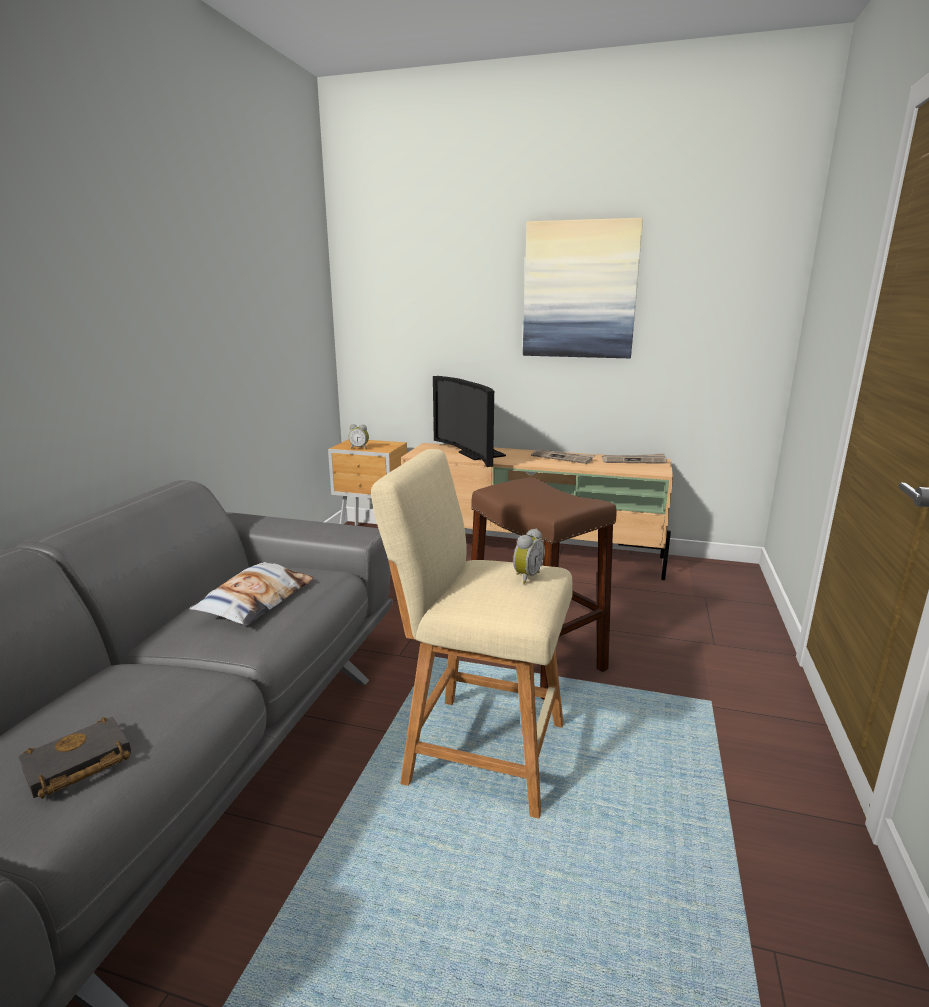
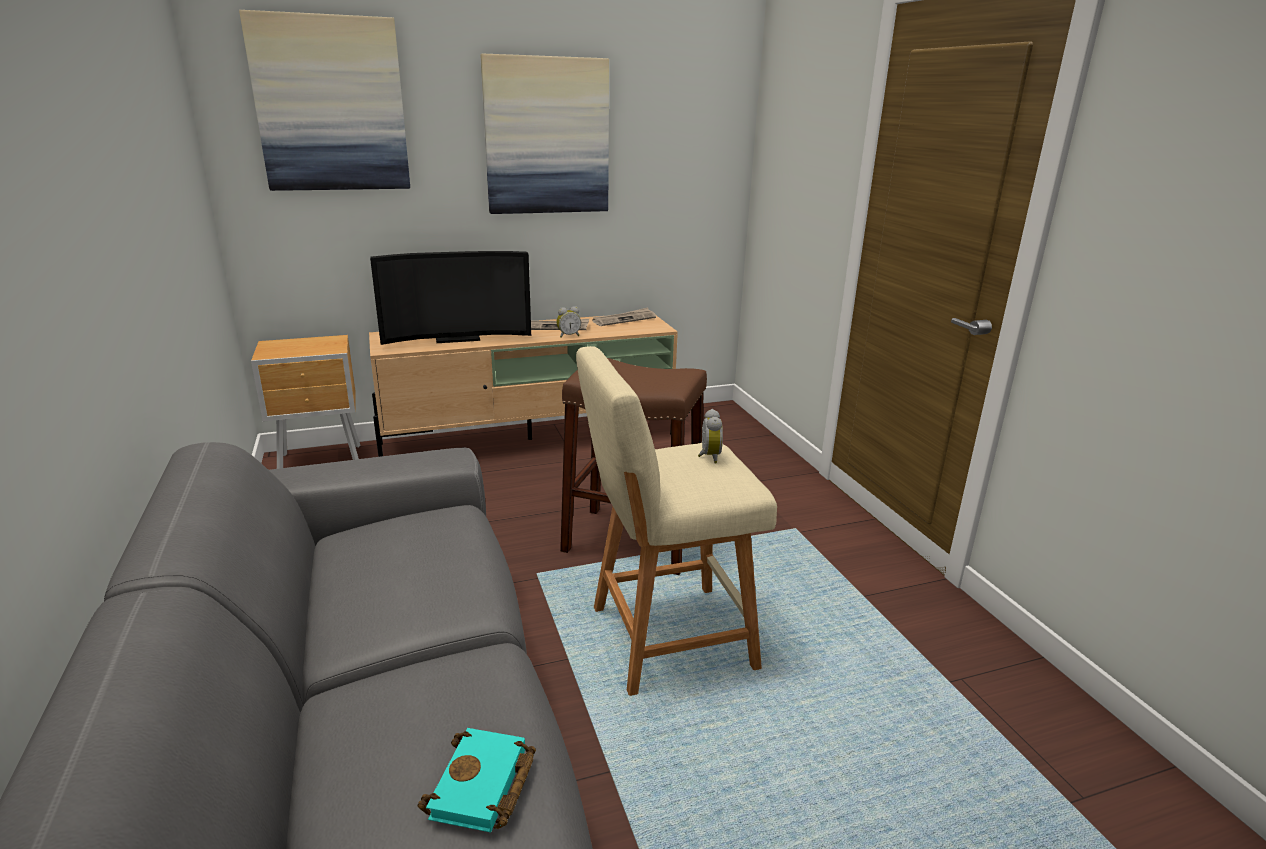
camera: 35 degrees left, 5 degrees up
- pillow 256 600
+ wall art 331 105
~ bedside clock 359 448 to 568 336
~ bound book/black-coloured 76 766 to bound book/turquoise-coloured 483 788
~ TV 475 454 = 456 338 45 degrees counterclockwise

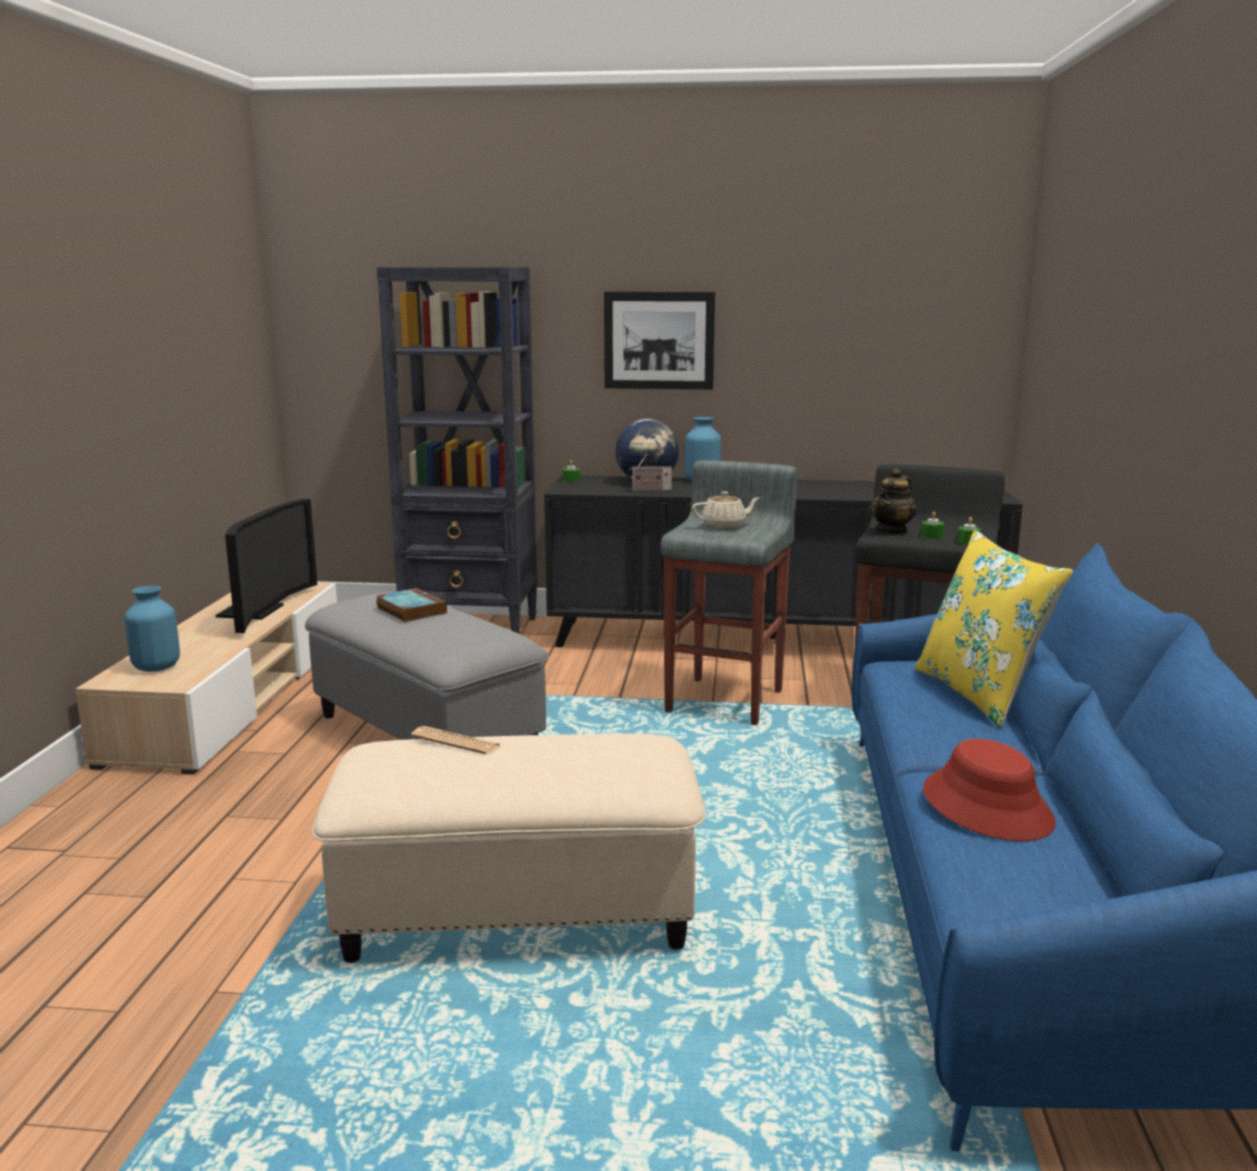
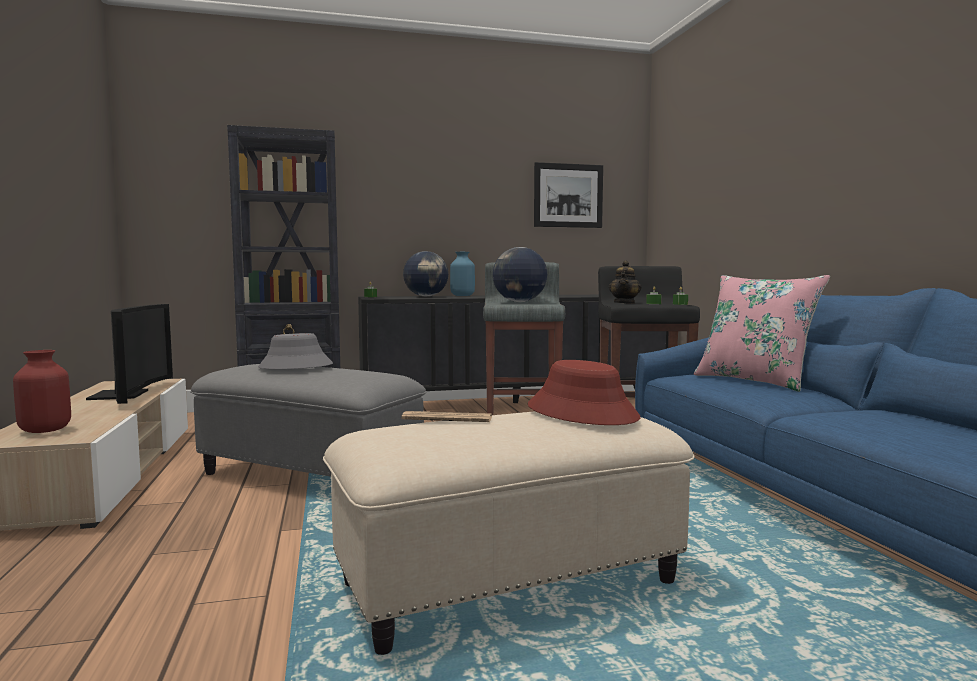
camera: 20 degrees left, 10 degrees down
- radio receiver 649 490
~ wall art 659 340 to 568 195
~ wearable hat/red 987 807 to 582 412
~ bound book 410 610 to wearable hat/gray 295 367
~ tea pot/sand-coloured 725 525 to globe 519 302
~ vase/bluish 156 667 to vase/red 44 430
~ pillow/yellow 980 694 to pillow/pink-coloured 754 381

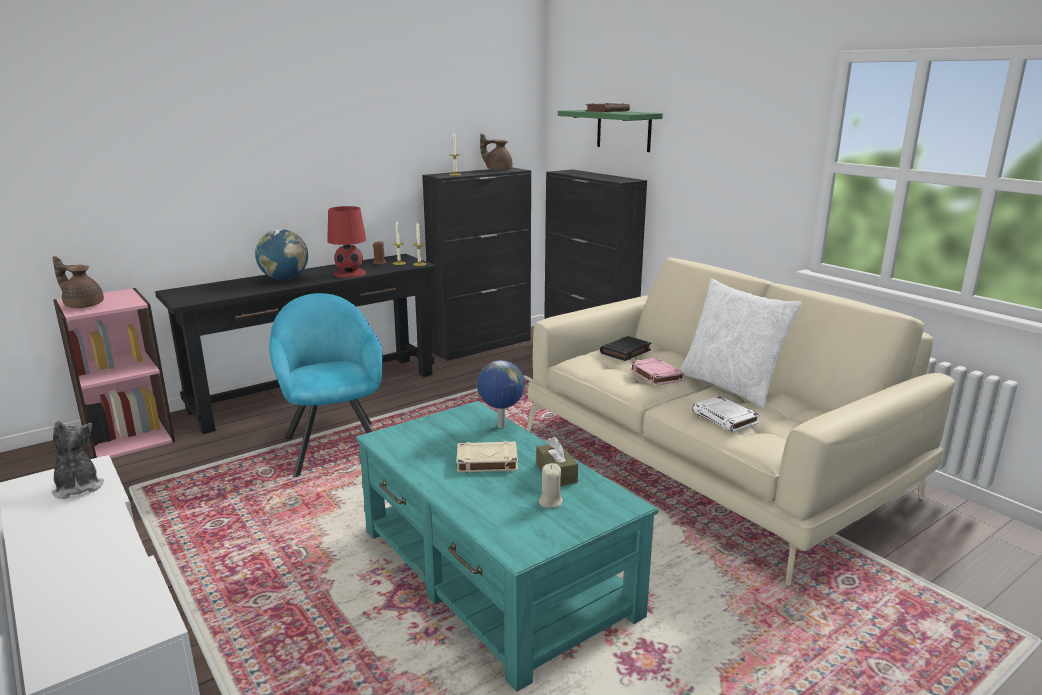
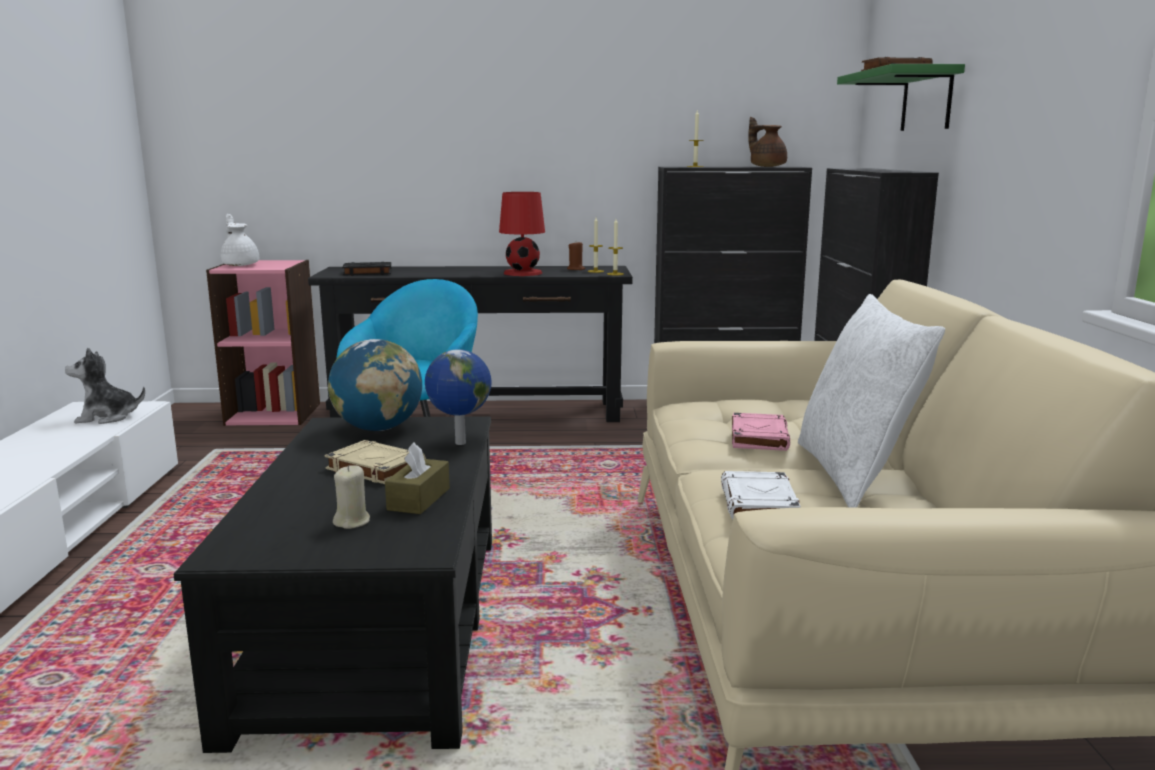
camera: 35 degrees right, 5 degrees down
~ globe 284 279 to 378 428
~ bound book/black-coloured 625 352 to 367 273
~ tea pot/brown 83 305 to tea pot/whitish 240 265
~ lounge table/turquoise-coloured 494 573 to lounge table/black-coloured 375 628
~ cuddly toy 78 487 = 107 417 105 degrees counterclockwise

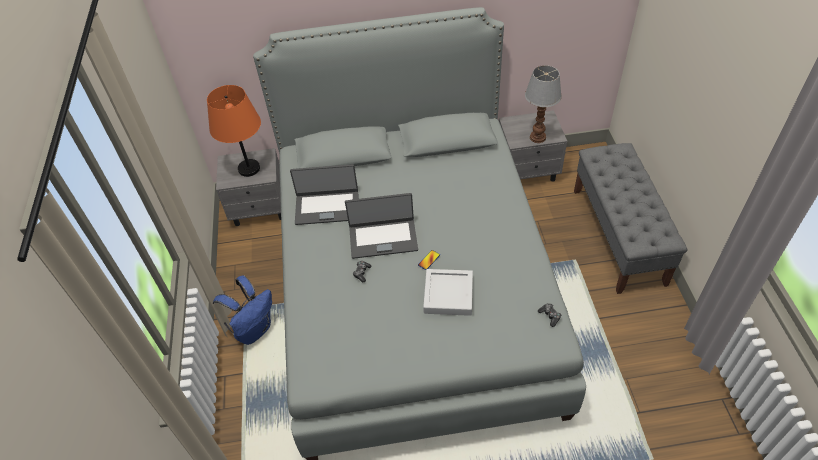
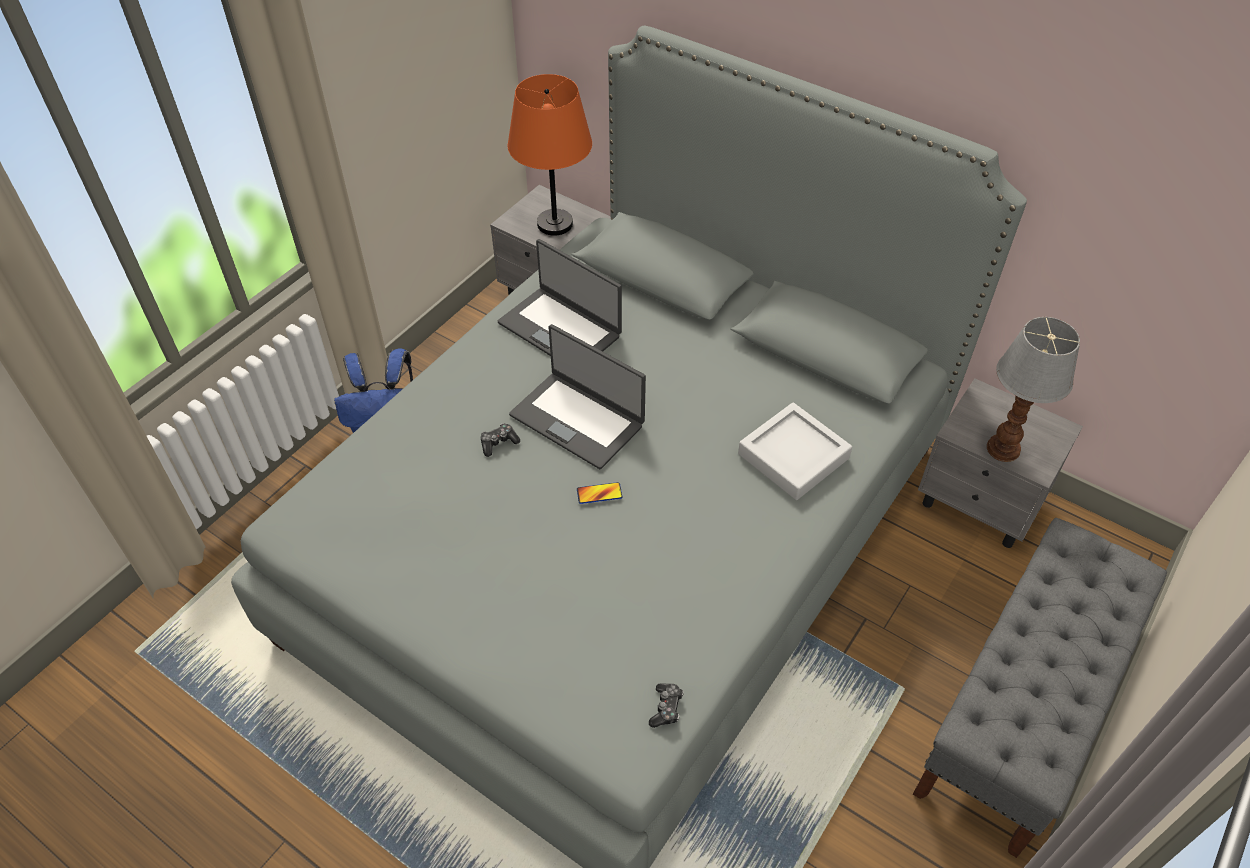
camera: 40 degrees right, 0 degrees up
~ tray/gray 448 295 to 793 456

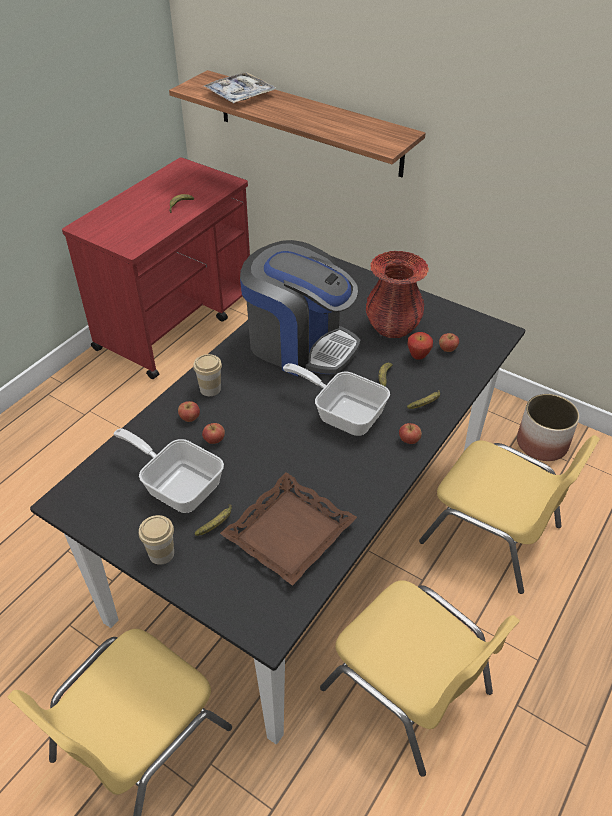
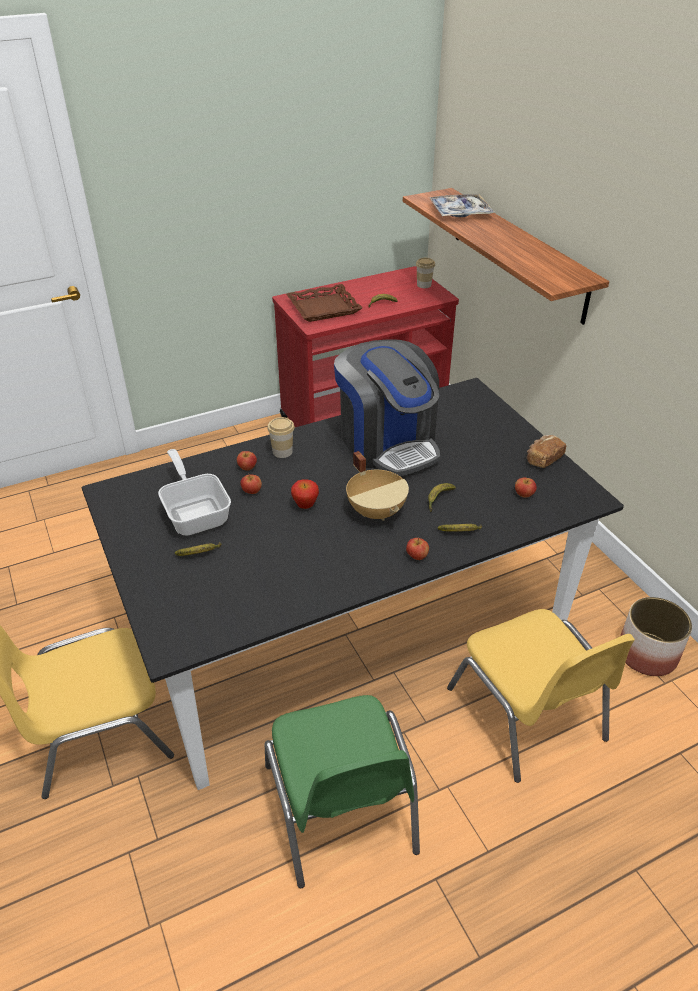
camera: 30 degrees right, 5 degrees down
- vase/red 393 327
+ baked bread 543 459
~ cup 161 553 to 424 285
~ tray/brown 289 534 to 324 308
~ whole apple 418 357 to 305 506
~ skillet 343 413 to stockpot/sand-coloured 377 511
~ chair/yellow 409 691 to chair/greenish 341 810

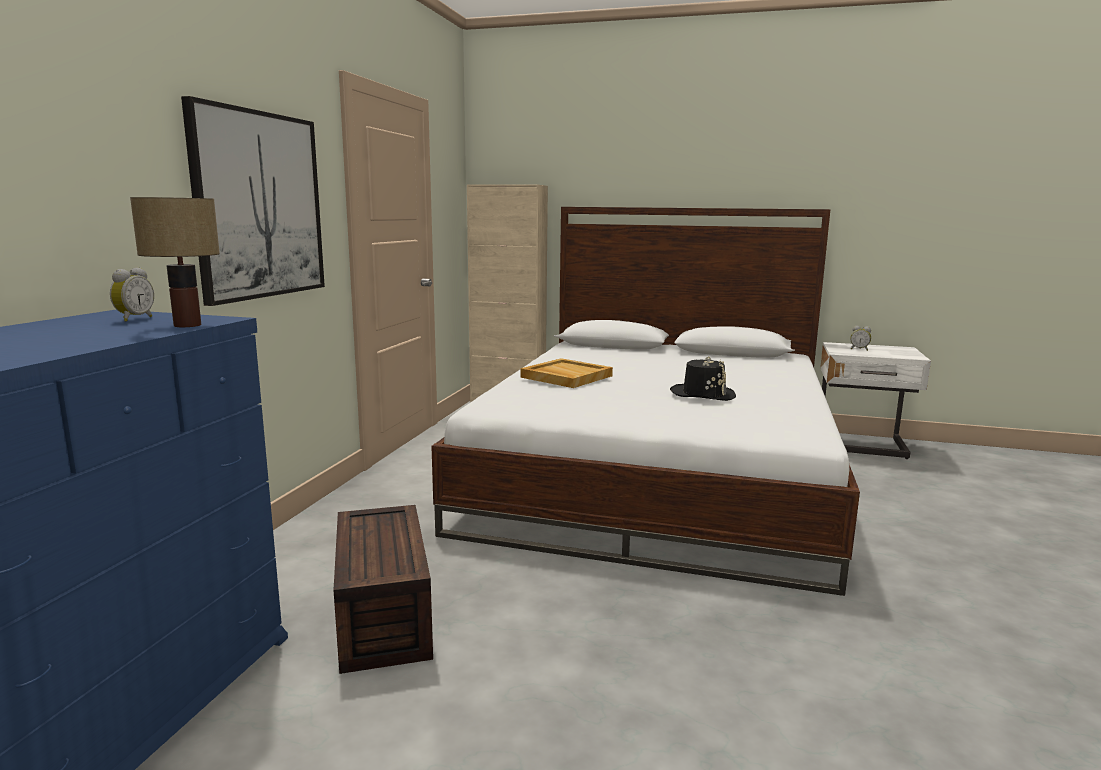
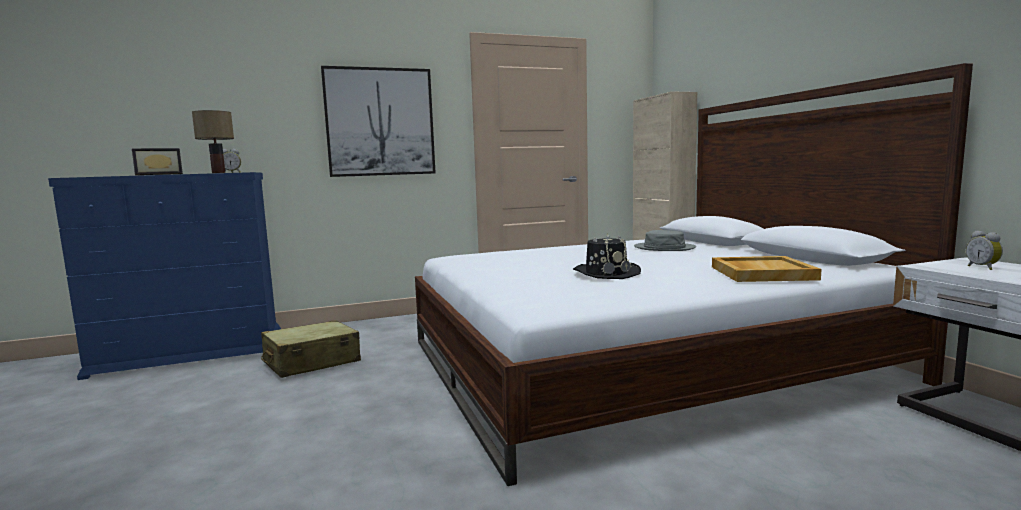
camera: 55 degrees right, 5 degrees down
+ standing frame 159 174
+ wearable hat/gray 664 248
~ tray/sand-coloured 565 376 to 761 273
~ storage bin/brown 386 617 to travel case/sand-coloured 311 362

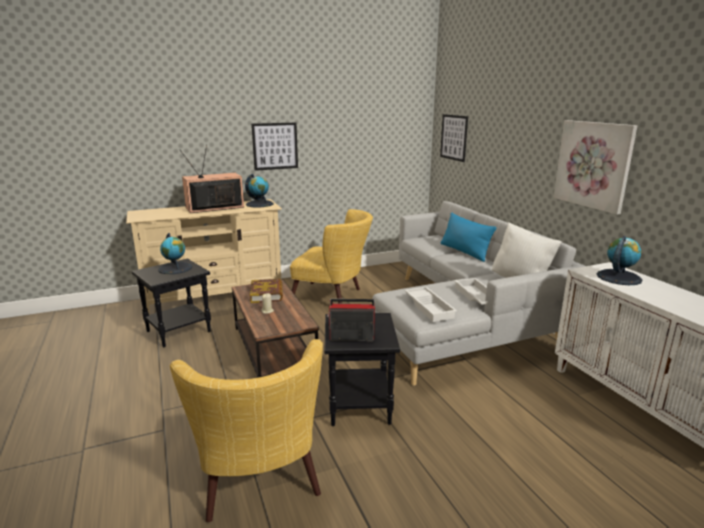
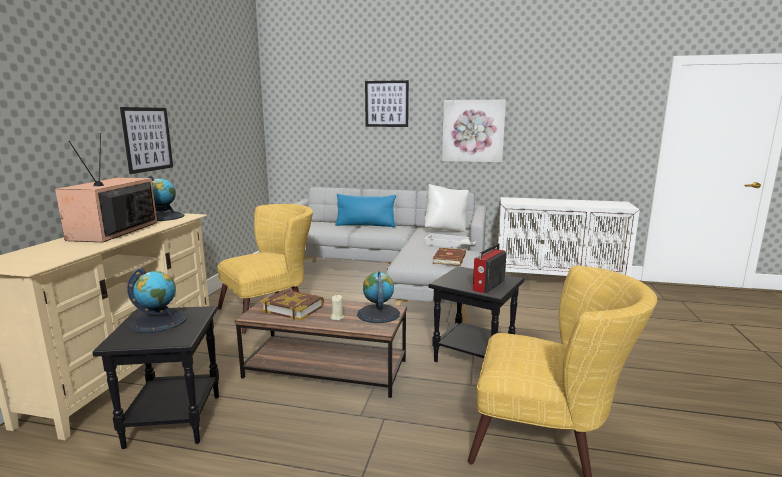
camera: 55 degrees left, 5 degrees down
~ wall art 454 137 to 386 104
~ globe 618 277 to 378 314
~ tray/whitish 430 307 to bound book/brown 450 259

